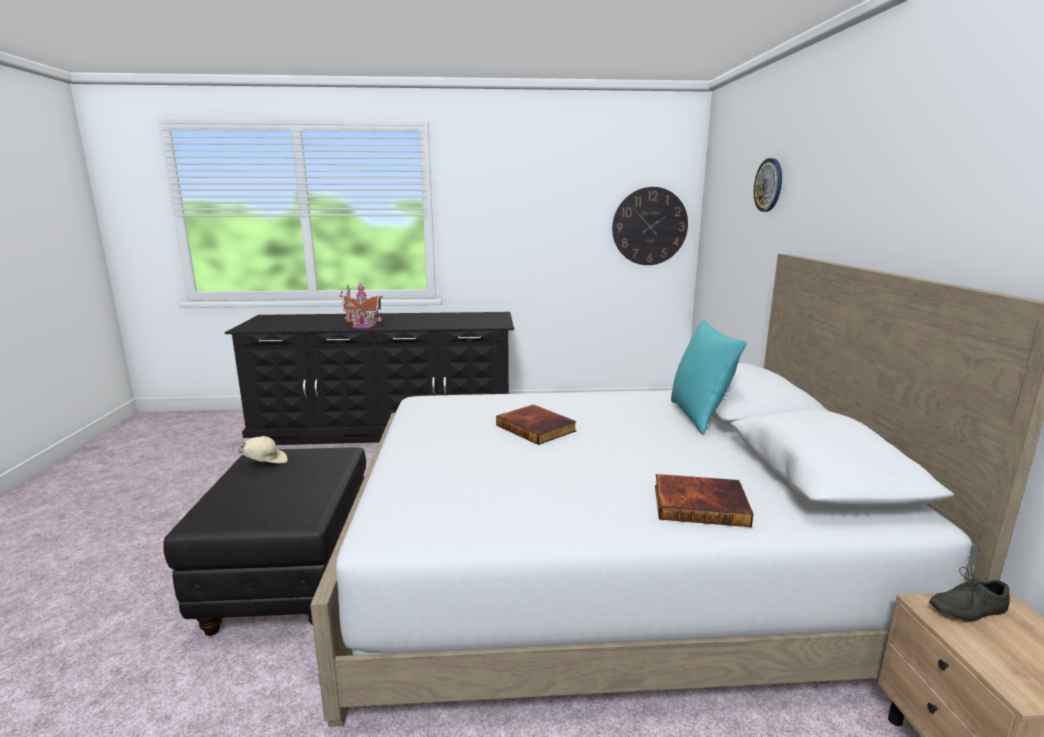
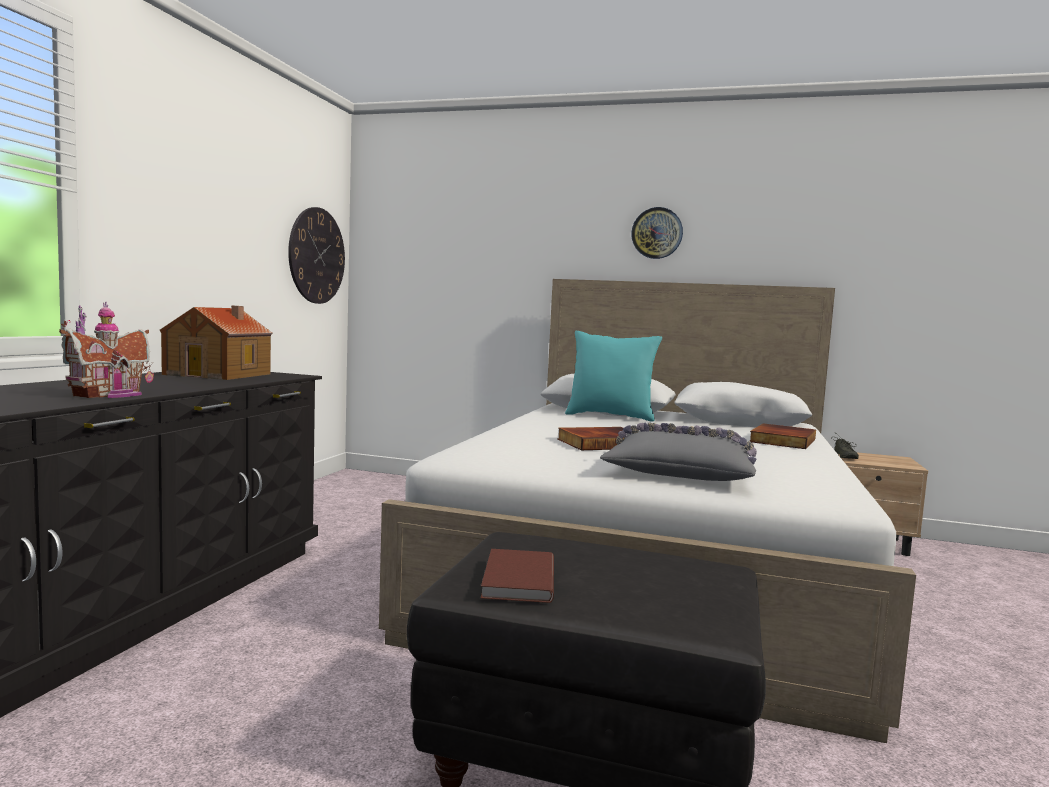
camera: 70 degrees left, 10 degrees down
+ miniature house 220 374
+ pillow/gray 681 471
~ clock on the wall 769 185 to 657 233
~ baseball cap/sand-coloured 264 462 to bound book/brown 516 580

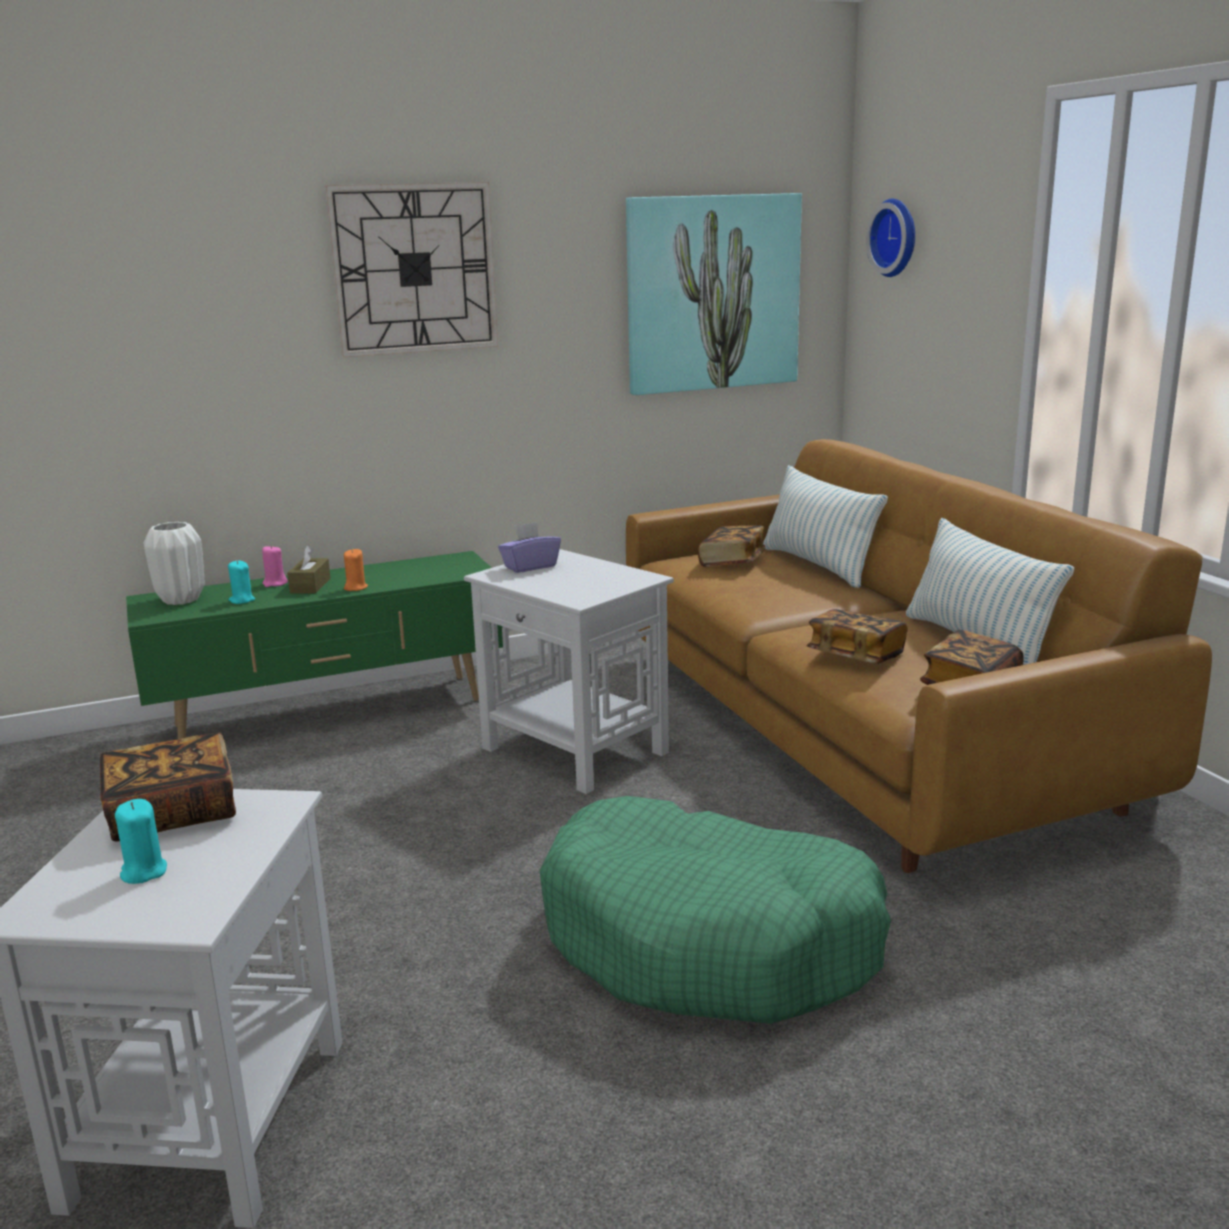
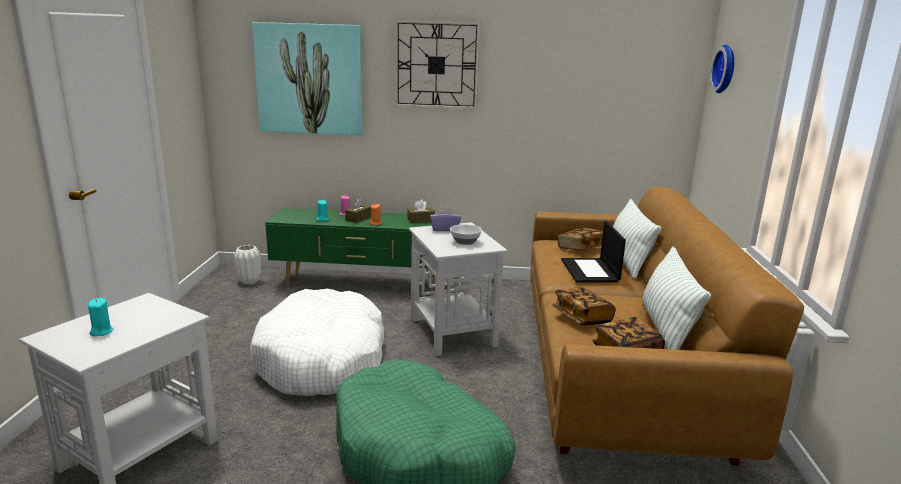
camera: 25 degrees right, 0 degrees up
- bound book 173 813
+ dog bed/whitish 322 359
+ box of tissues/brown 421 220
+ serving bowl 465 241
+ notebook computer 590 271
~ vase/whitish 182 600 to 249 281
~ wall art 712 293 to 309 79

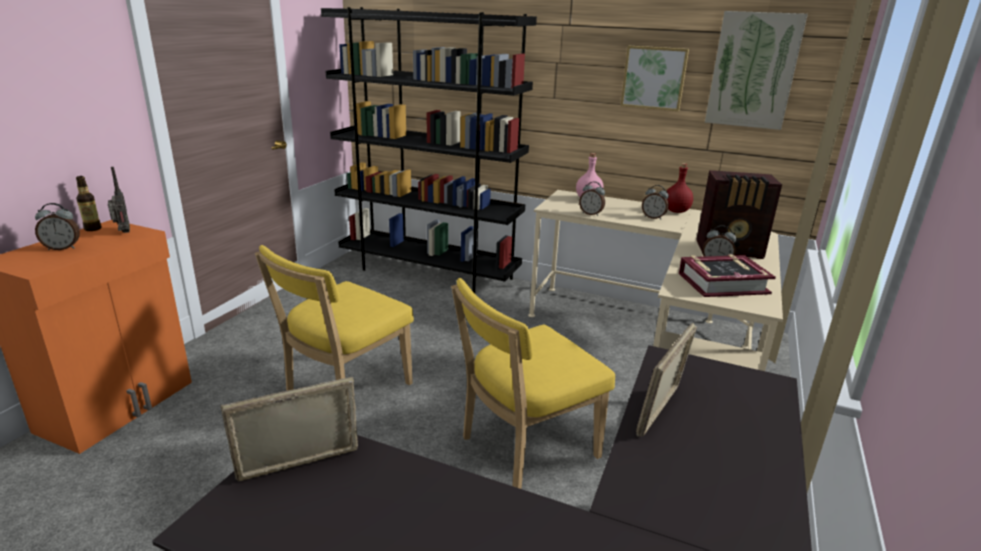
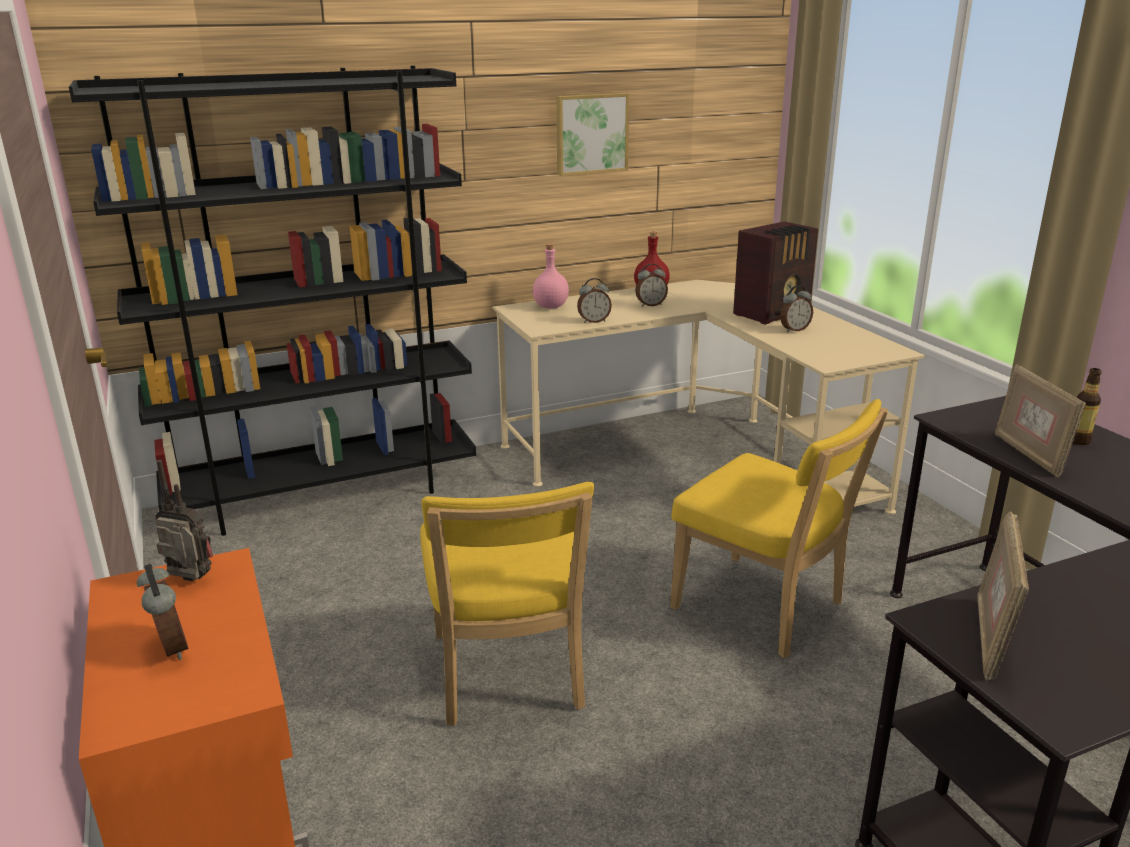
camera: 45 degrees left, 0 degrees up
- bound book 722 283
- wall art 753 70
~ drink bottle 93 229 to 1078 441
~ bedside clock 62 248 = 170 649 60 degrees counterclockwise
~ chair/yellow 523 449 = 764 609 60 degrees counterclockwise

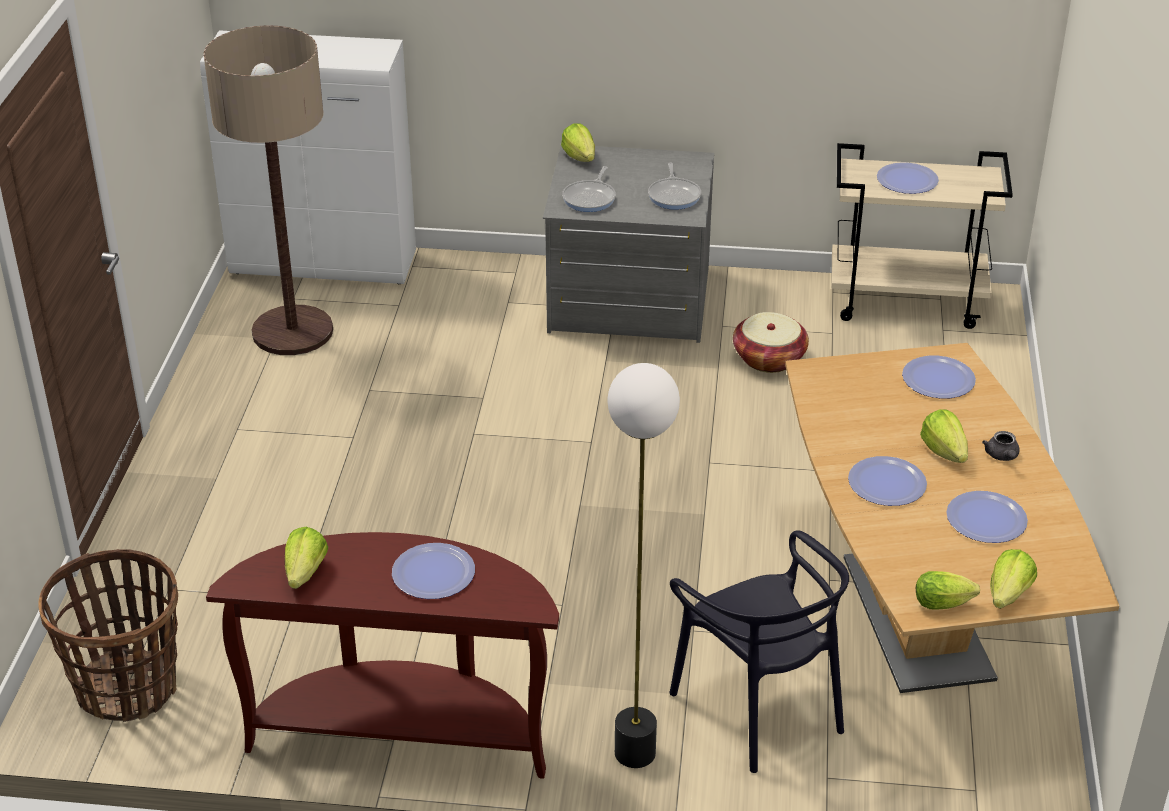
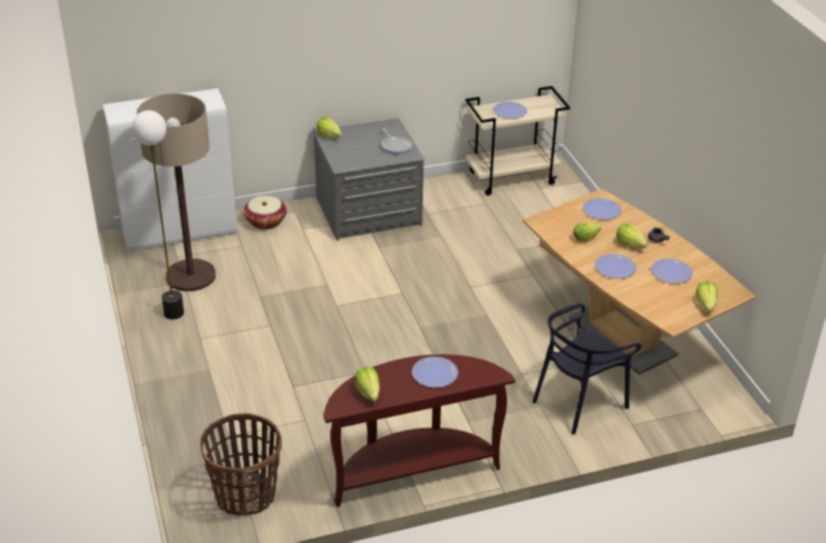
camera: 25 degrees left, 0 degrees up
- skillet 590 198
~ standard lamp 634 753 to 173 313
~ storage basket 769 358 to 265 221
~ lettuce 945 603 to 586 237
~ chair/black-coloured 759 708 = 579 402 105 degrees clockwise

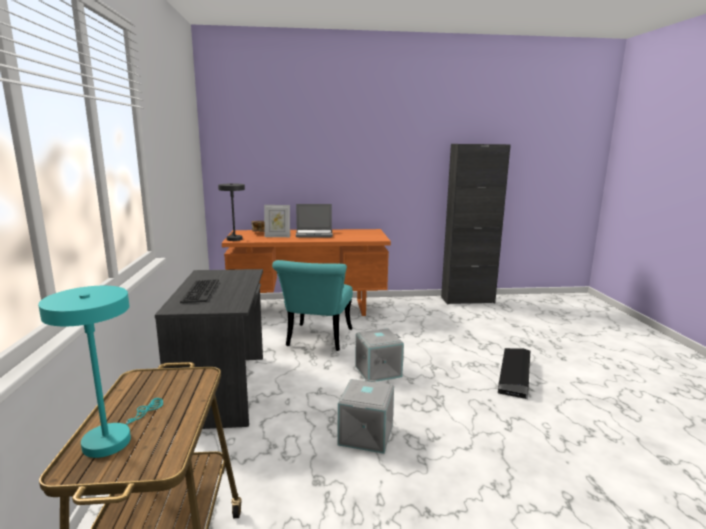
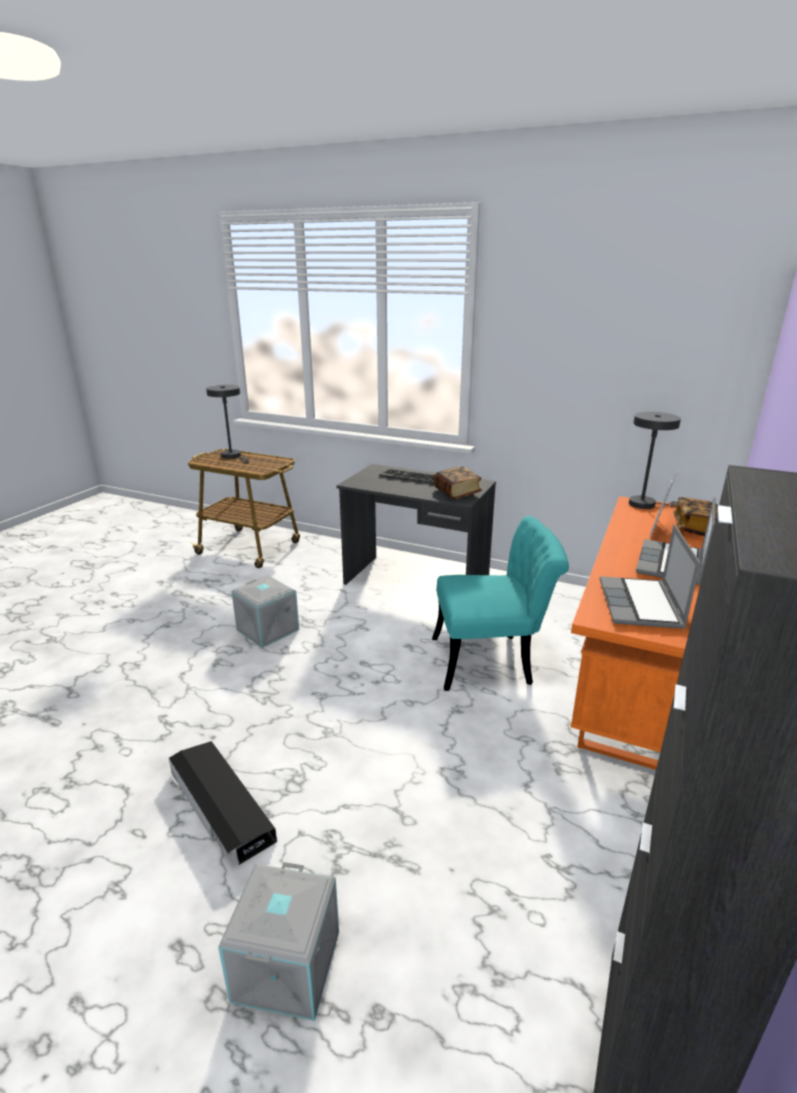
camera: 120 degrees right, 10 degrees up
+ bound book 457 493
+ notebook computer 641 605
~ storage bin/gray 378 370 to 288 966
~ lamp for a table/turquoise-coloured 113 438 to lamp for a table/gray 233 456
~ chair/turquoise-coloured 317 340 = 492 660 135 degrees clockwise

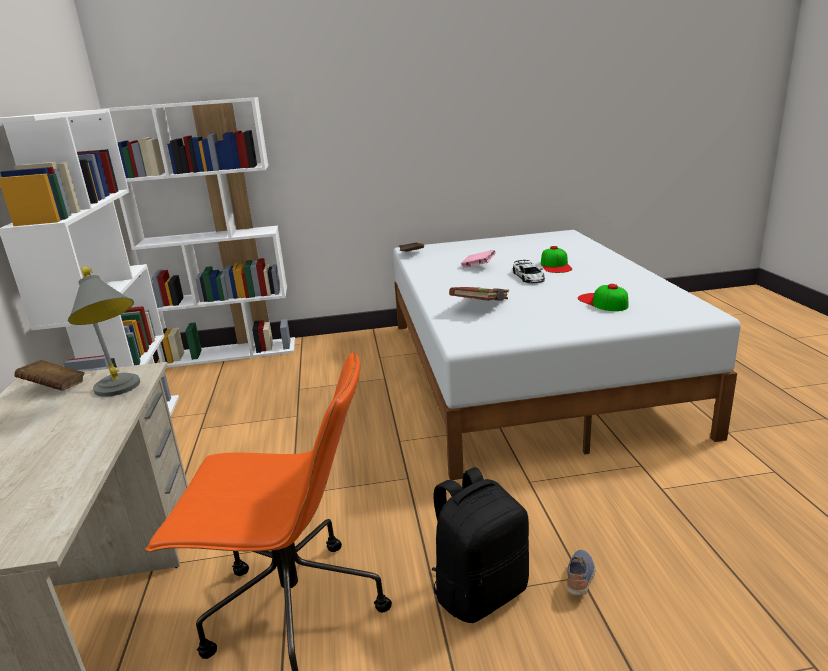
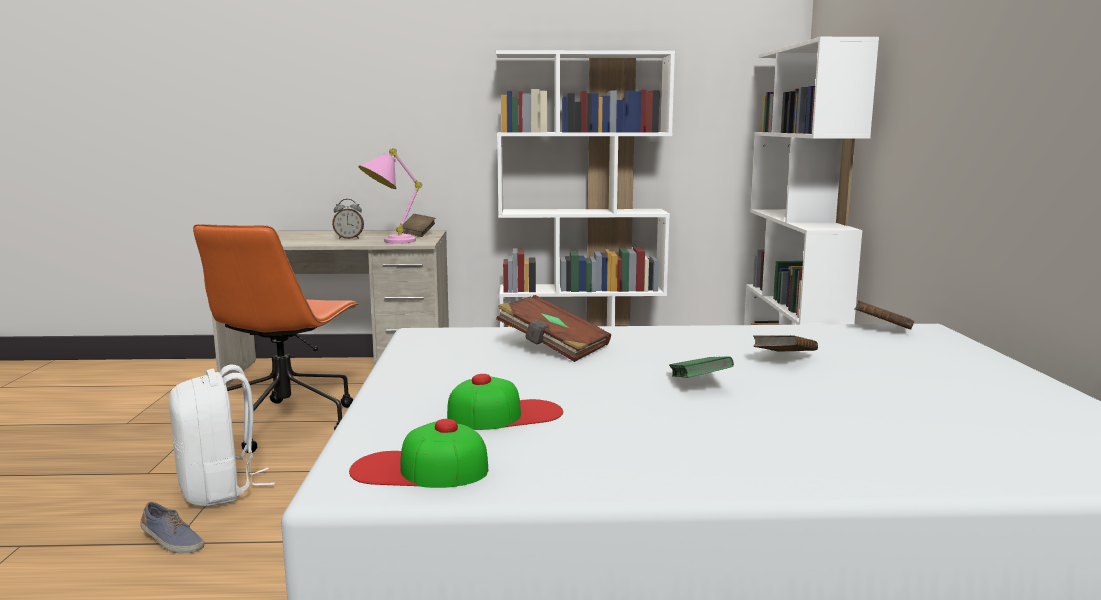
camera: 95 degrees right, 10 degrees down
+ bedside clock 349 238
~ baseball cap 556 266 to 419 469
~ toy car 528 277 to bound book/greenish 699 384
~ lamp for a table/gray 121 392 to lamp for a table/pink-coloured 388 242
~ knapsack/black-coloured 480 591 to knapsack/whitish 220 490
~ bound book/pink-coloured 478 267 to bound book/brown 784 360

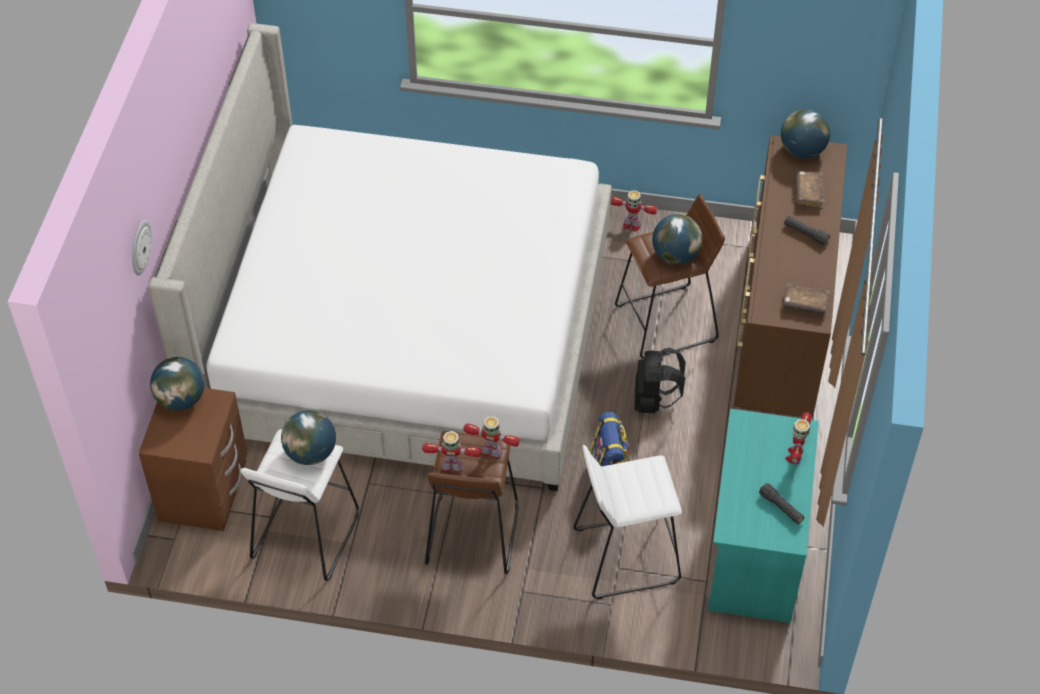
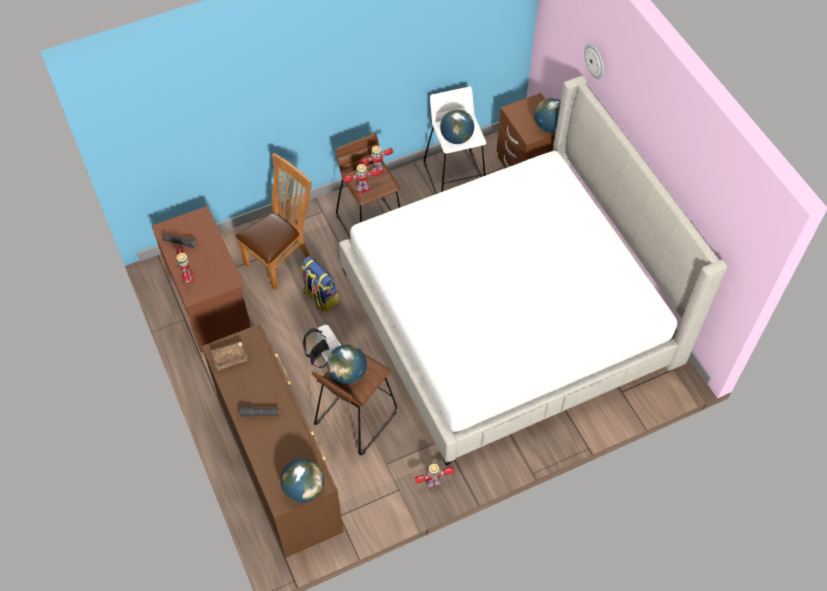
camera: 145 degrees right, 5 degrees up
- bound book/brown 808 193
~ stool/whitish 625 555 to chair/brown 281 259
~ knapsack/black-coloured 654 400 to knapsack/whitish 327 358
~ desk/turquoise-coloured 754 550 to desk/brown 210 301

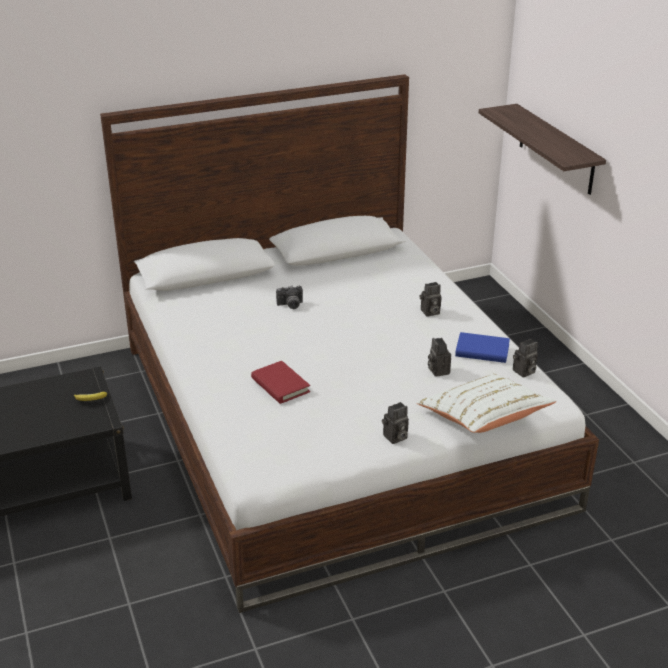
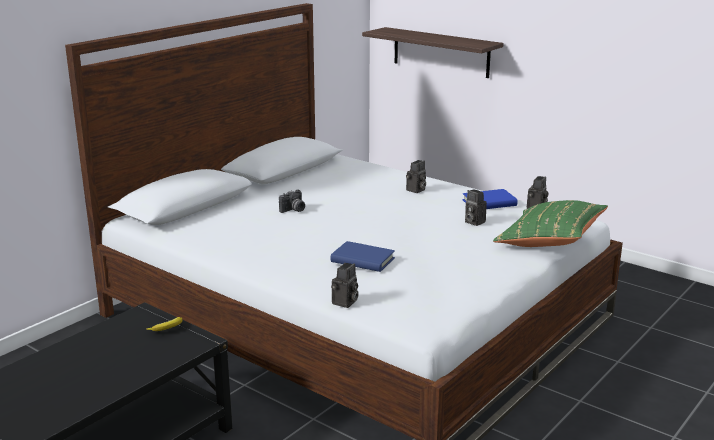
camera: 30 degrees left, 10 degrees down
~ photo camera 395 438 to 345 303
~ bound book/red 280 385 to bound book/bluish 362 260
~ pillow/whitish 483 419 to pillow/greenish 549 241

